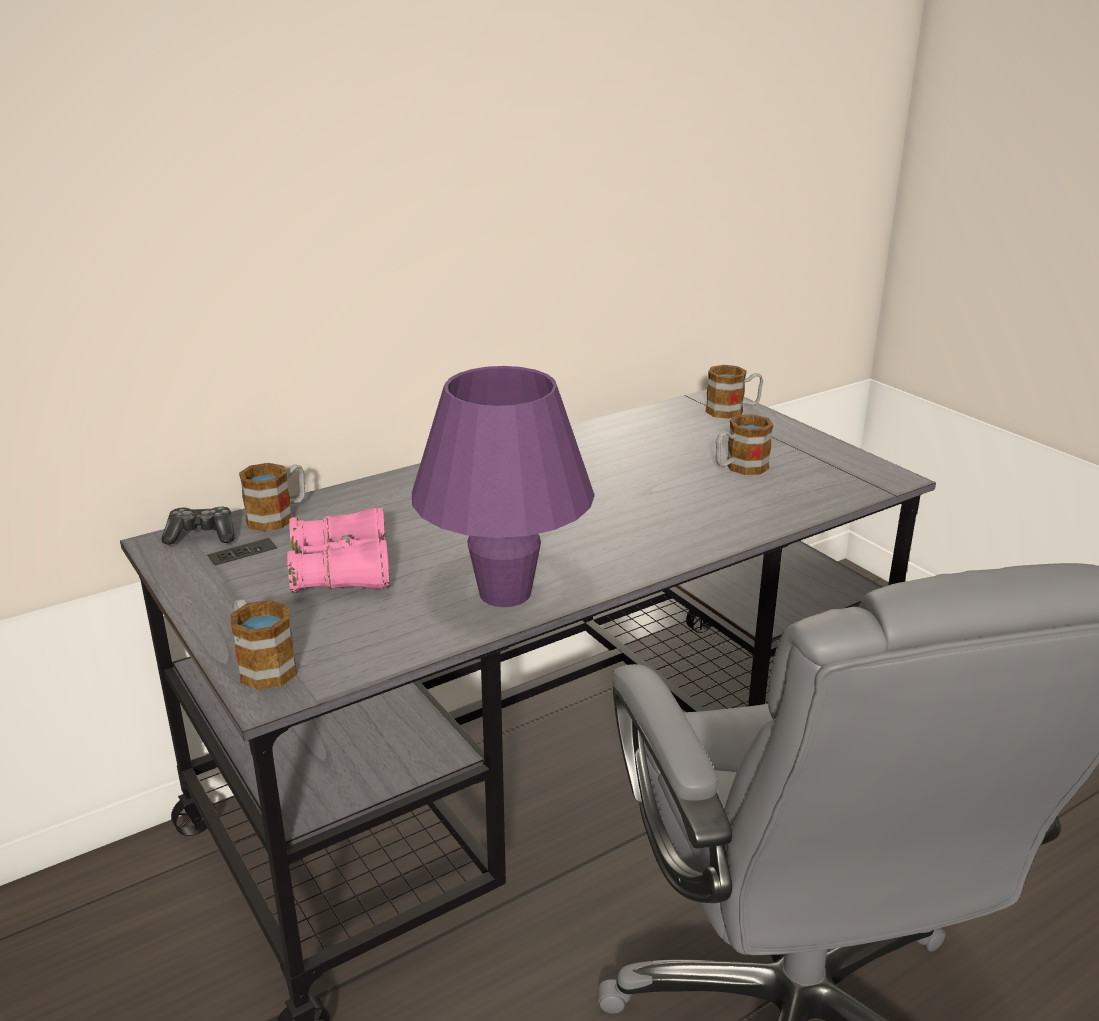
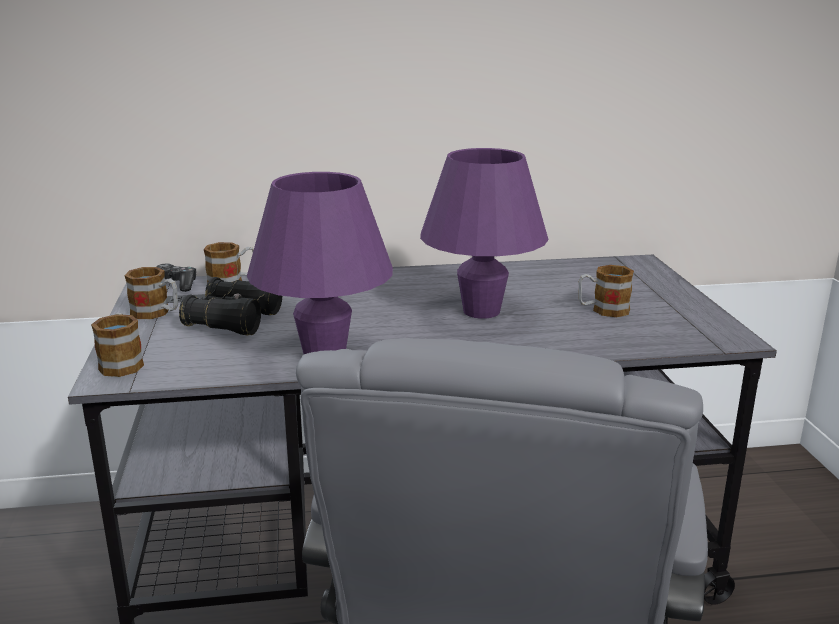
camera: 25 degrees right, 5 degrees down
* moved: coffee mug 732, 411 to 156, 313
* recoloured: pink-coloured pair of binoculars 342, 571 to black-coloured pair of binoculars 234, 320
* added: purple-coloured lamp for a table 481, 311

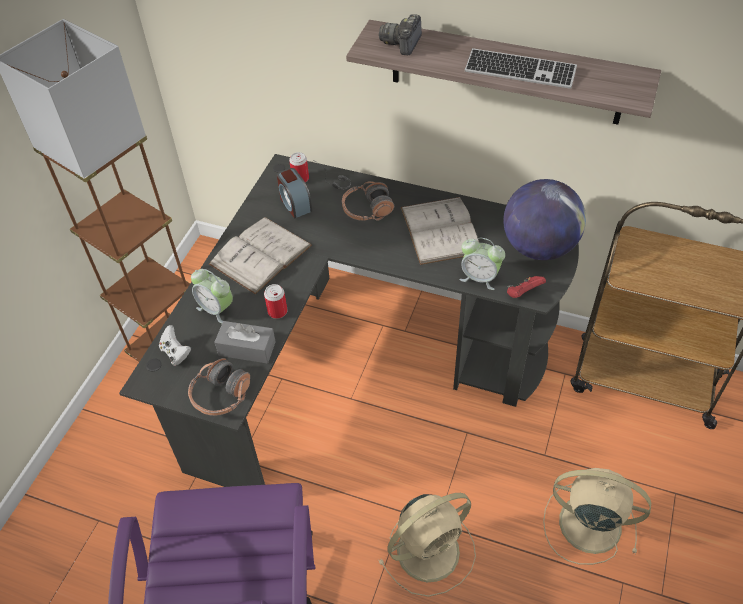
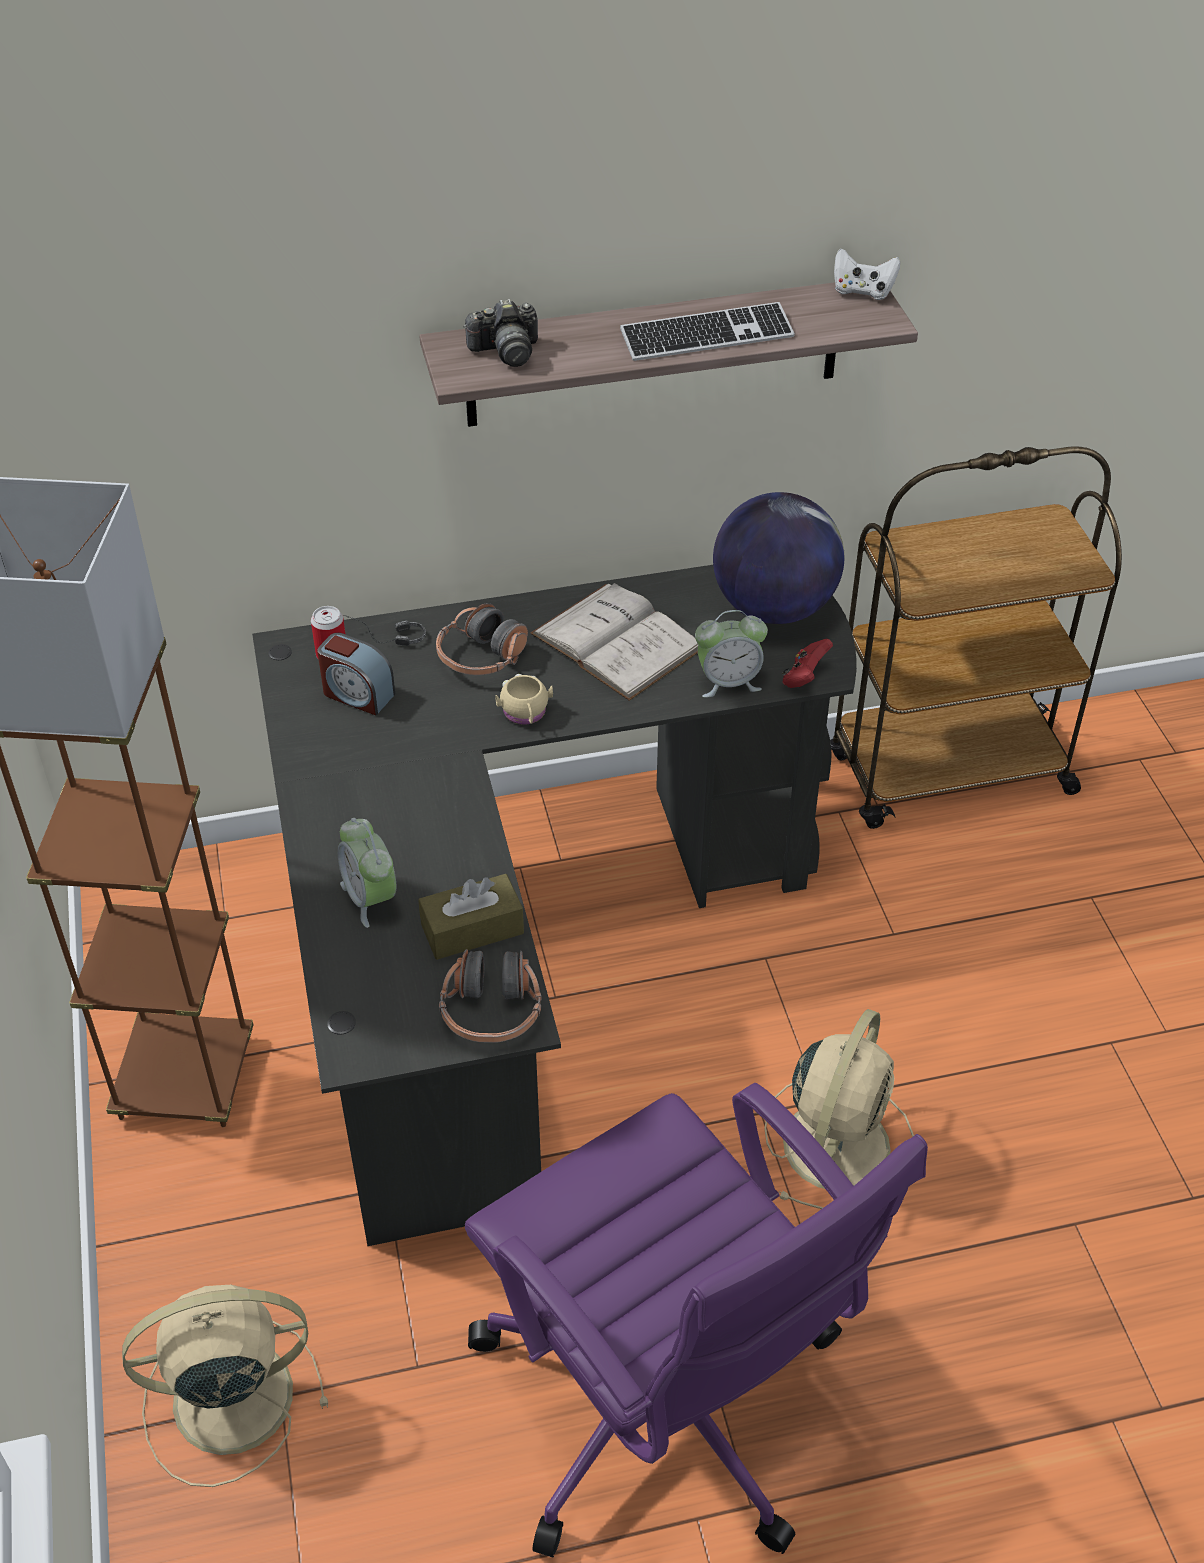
camera: 35 degrees left, 5 degrees down
* turned: still camera 402, 43 = 506, 351 90 degrees counterclockwise
* removed: white volume 260, 254
* turned: table clock 216, 309 = 370, 898 60 degrees clockwise
* removed: can 277, 311
* recoloured: greyish tissue holder 247, 348 to brownish tissue holder 472, 929
* moved: white gamepad 176, 353 to 862, 291
* moved: sand-coloured cooling fan 587, 523 to 227, 1398
* added: sand-coloured coffee mug 525, 714

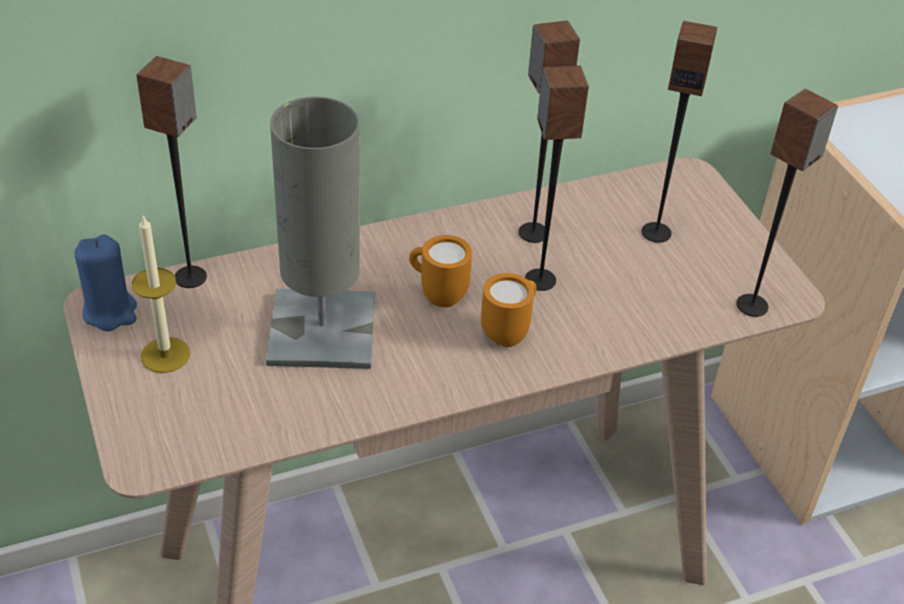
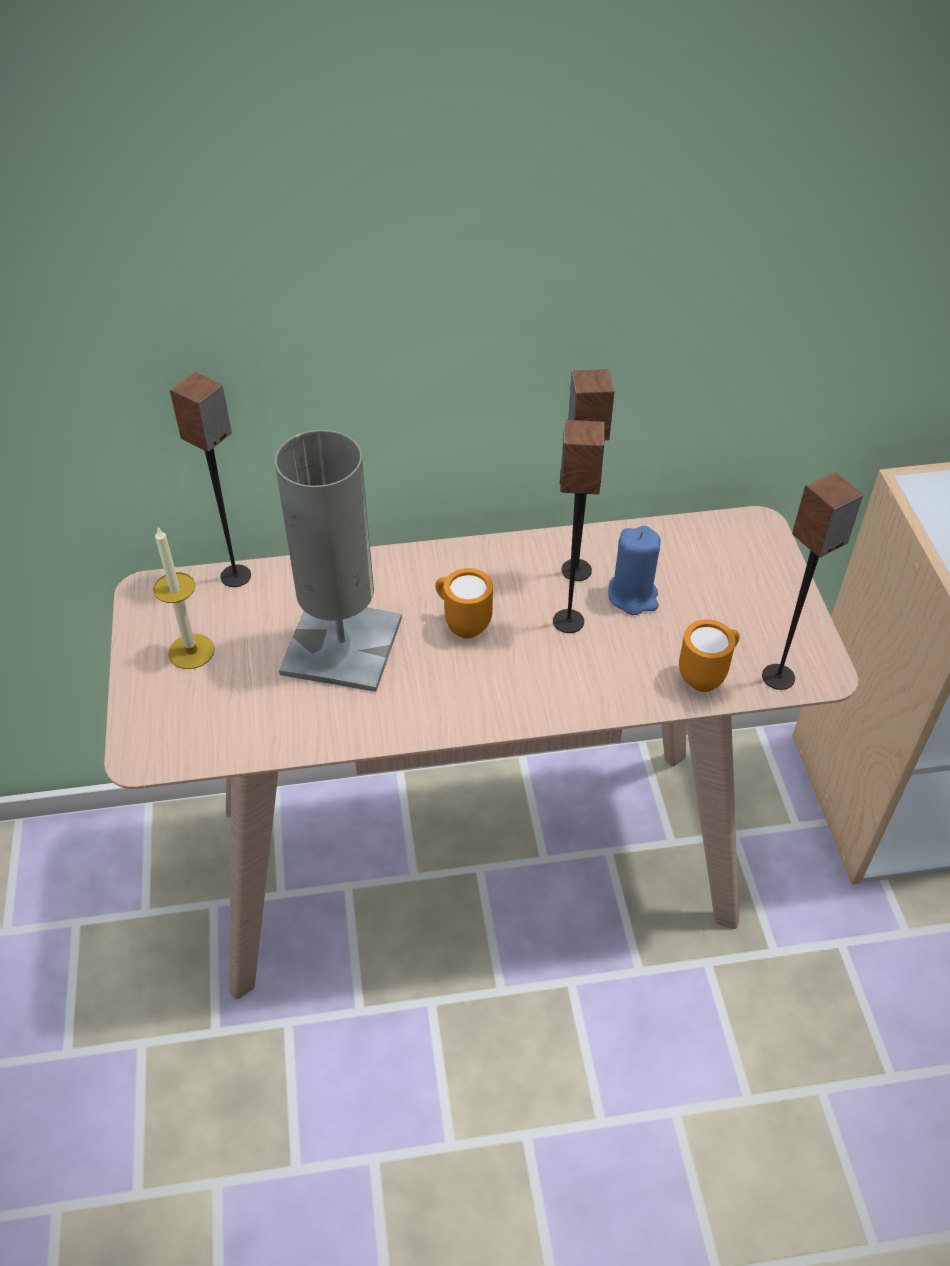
camera: 15 degrees right, 5 degrees up
* removed: speaker 656, 232
* moved: blue-coloured candle 110, 312 to 633, 596
* moved: orange coffee mug 509, 332 to 706, 676

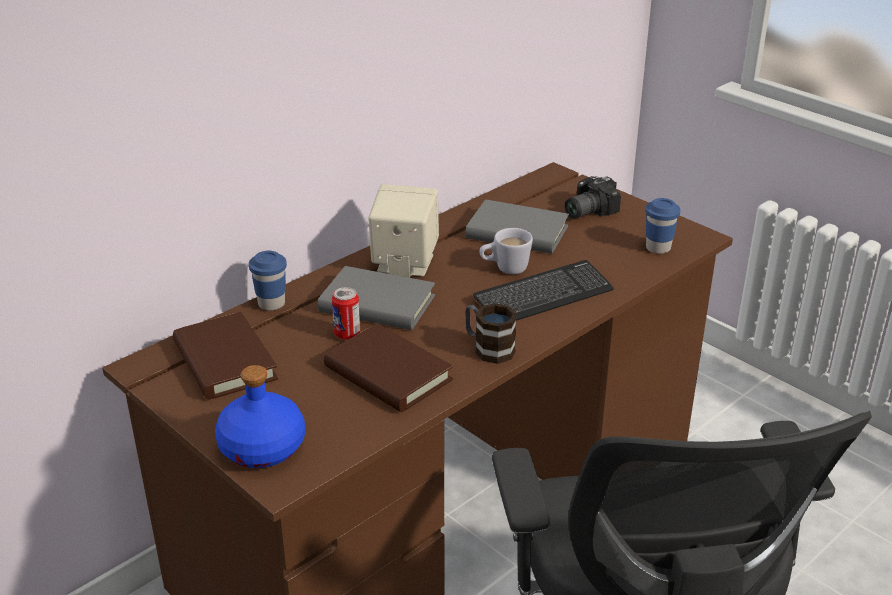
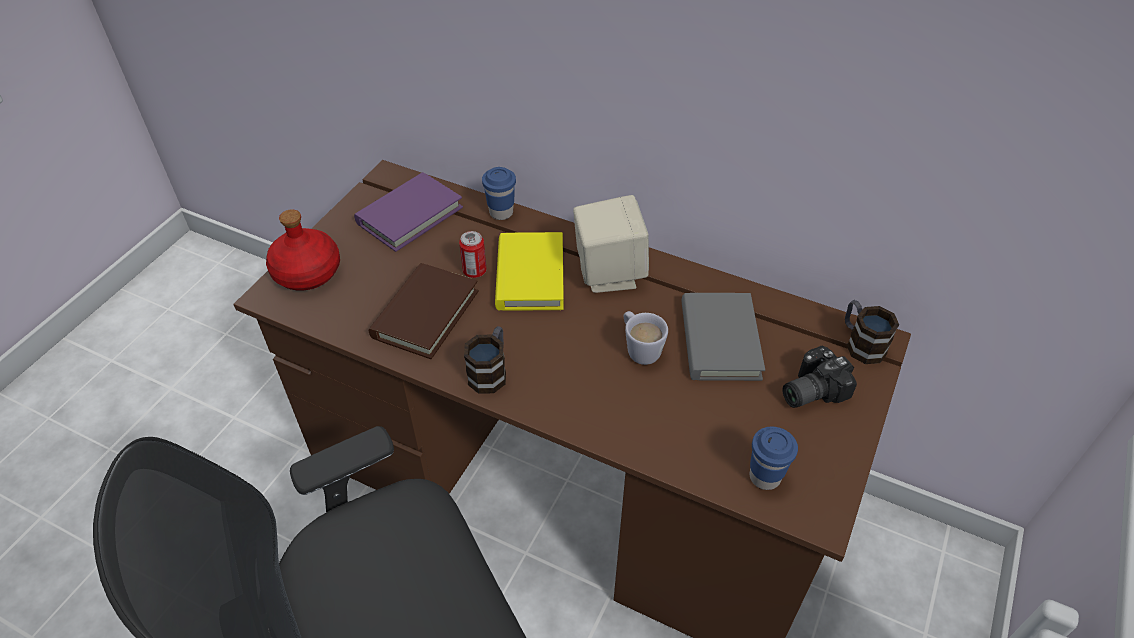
camera: 70 degrees right, 15 degrees up
* turned: still camera 586, 211 = 809, 389 60 degrees counterclockwise
* removed: computer keyboard 543, 295
* recoloured: greyish volume 377, 304 to yellowish volume 530, 275
* recoloured: brownish volume 224, 361 to purple-coloured volume 410, 215
* recoloured: blue-coloured drink bottle 262, 448 to red drink bottle 306, 272
* added: coffee mug 860, 343

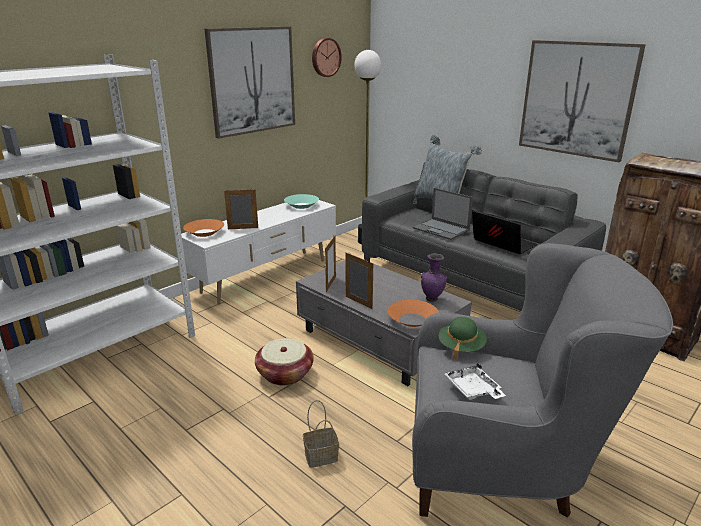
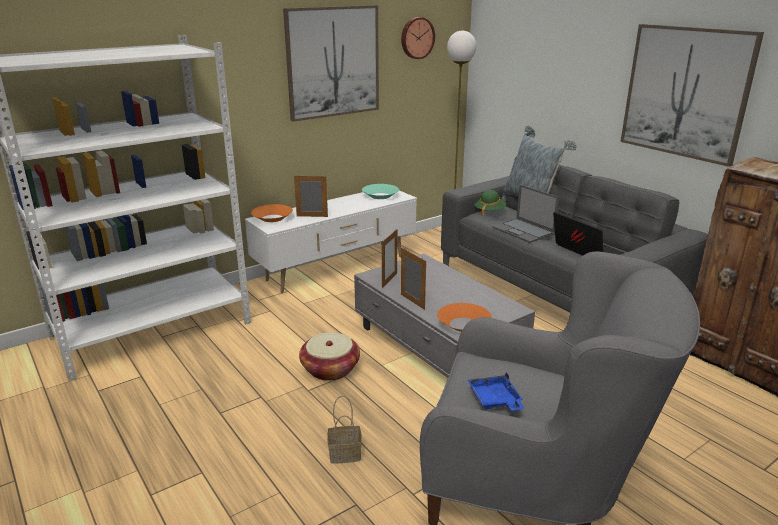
camera: 10 degrees right, 0 degrees up
* removed: purple-coloured flower vase 432, 299
* moved: green-coloured clothing hat 461, 347 to 489, 211
* recoloured: white carrying tray 473, 390 to blue-coloured carrying tray 495, 400

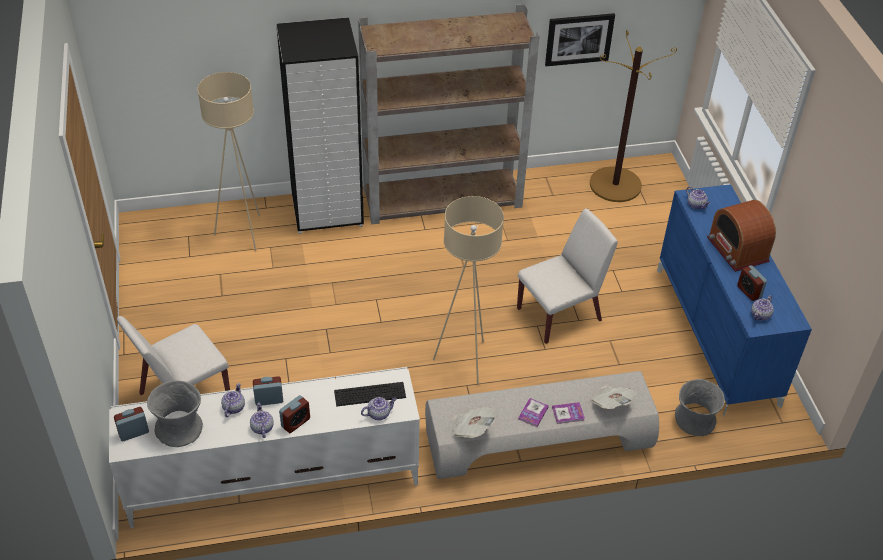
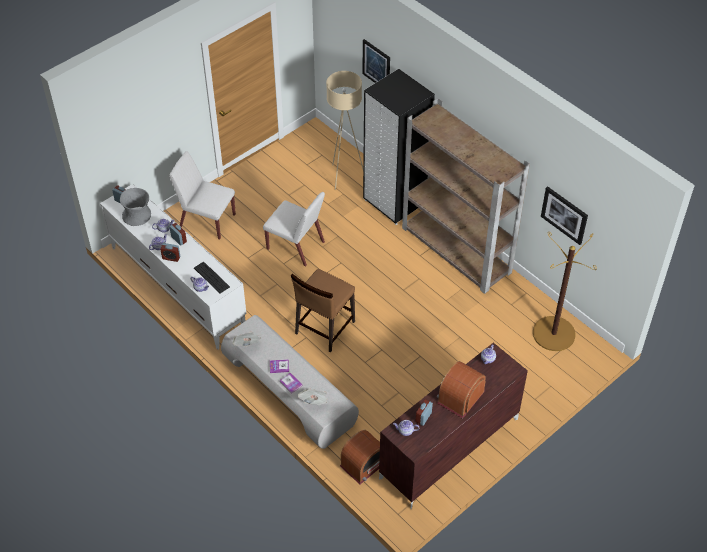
camera: 60 degrees right, 5 degrees up
* recoloured: blue-coloured chest of drawers 716, 335 to brownish chest of drawers 449, 448
* replaced: sand-coloured standing lamp 465, 361 to brownish chair 324, 328
* moved: white chair 560, 314 to 296, 246
* replaced: greyish flower vase 694, 420 to radio 364, 464
* added: picture 376, 65

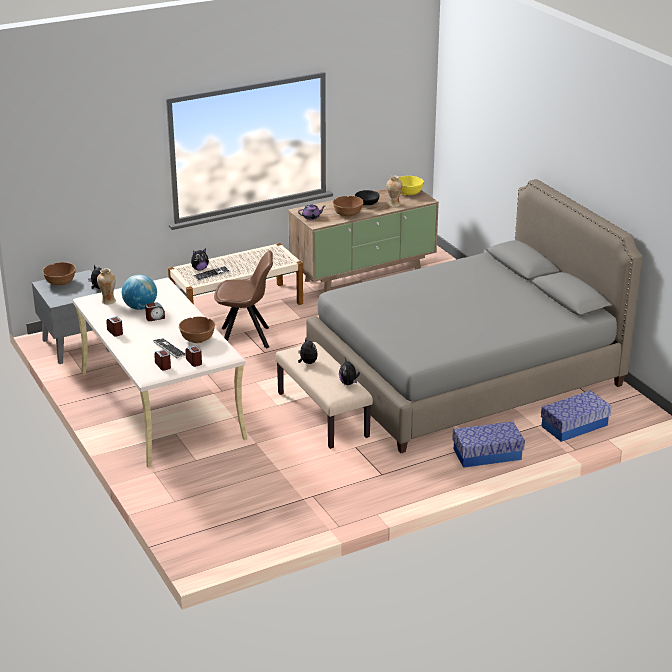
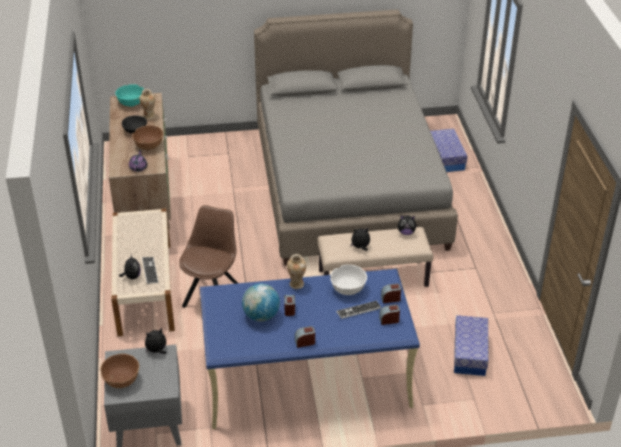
camera: 70 degrees left, 10 degrees up
* recoloured: yellowish serving bowl 408, 193 to turquoise serving bowl 131, 103
* moved: flower vase 108, 301 to 296, 284
* recoloured: sand-coloured desk 160, 404 to blue-coloured desk 305, 378
* recoloured: brownish serving bowl 197, 339 to white serving bowl 348, 289
* moved: storage bin 487, 454 to 469, 353

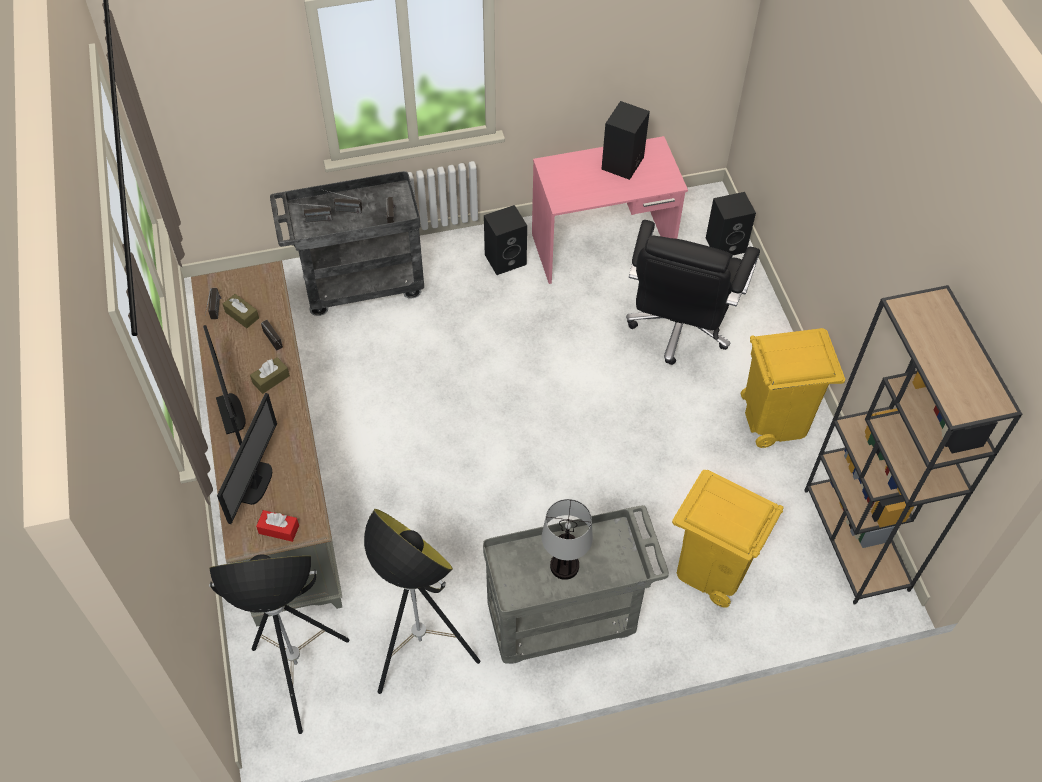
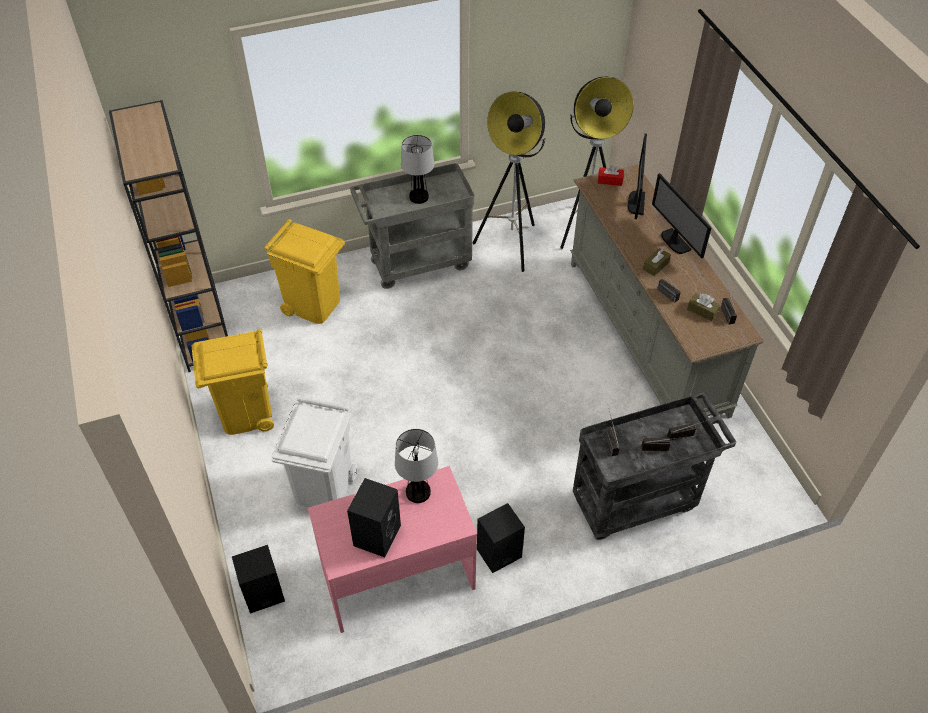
camera: 175 degrees right, 5 degrees down
* replaced: black-coloured desk chair 678, 331 to white trash can 323, 487
* added: lamp for a table 418, 492

